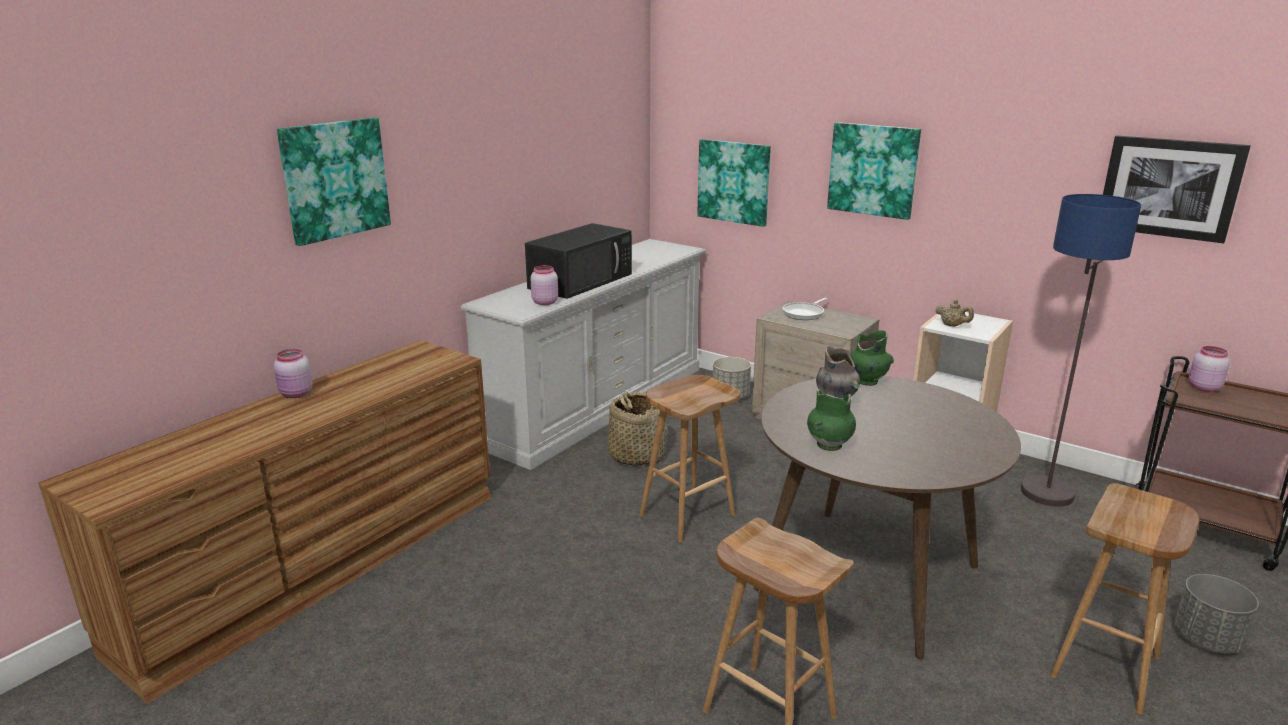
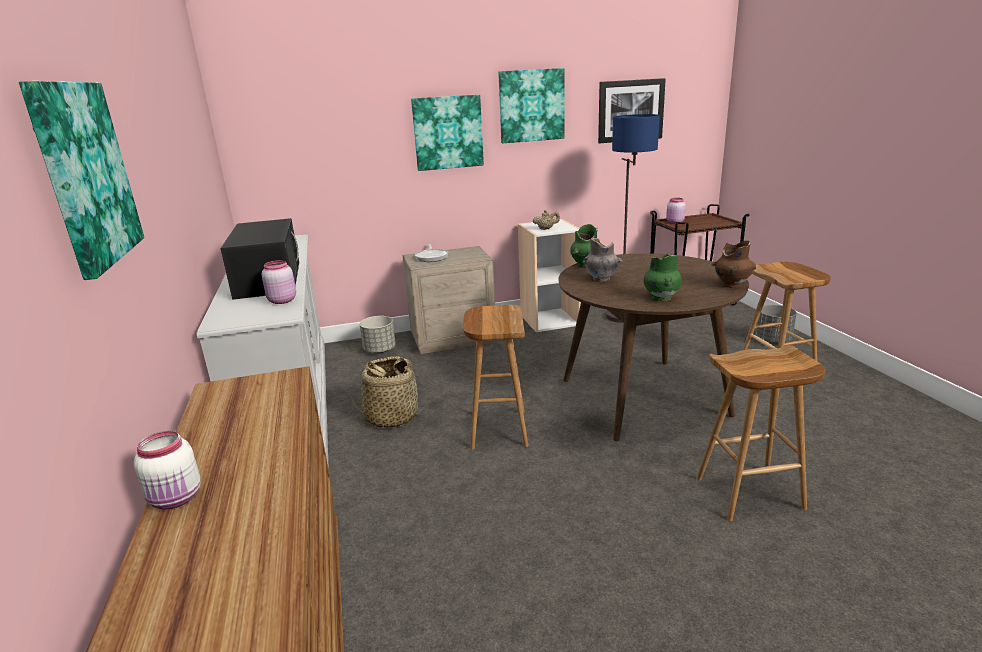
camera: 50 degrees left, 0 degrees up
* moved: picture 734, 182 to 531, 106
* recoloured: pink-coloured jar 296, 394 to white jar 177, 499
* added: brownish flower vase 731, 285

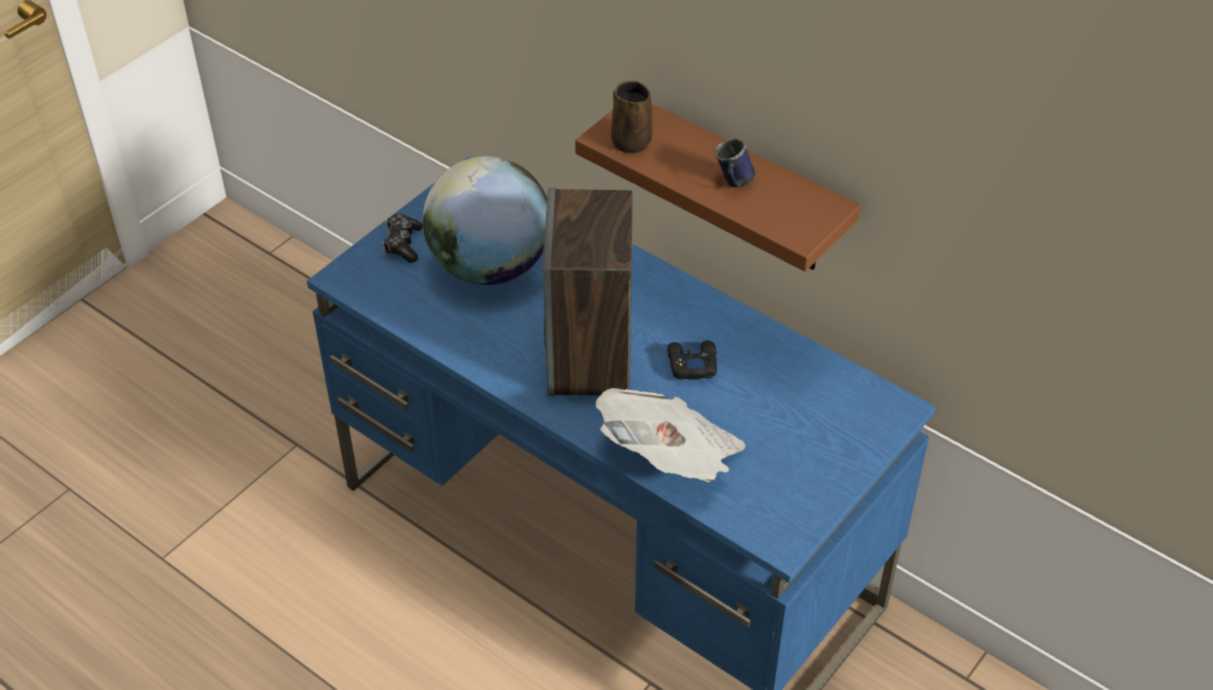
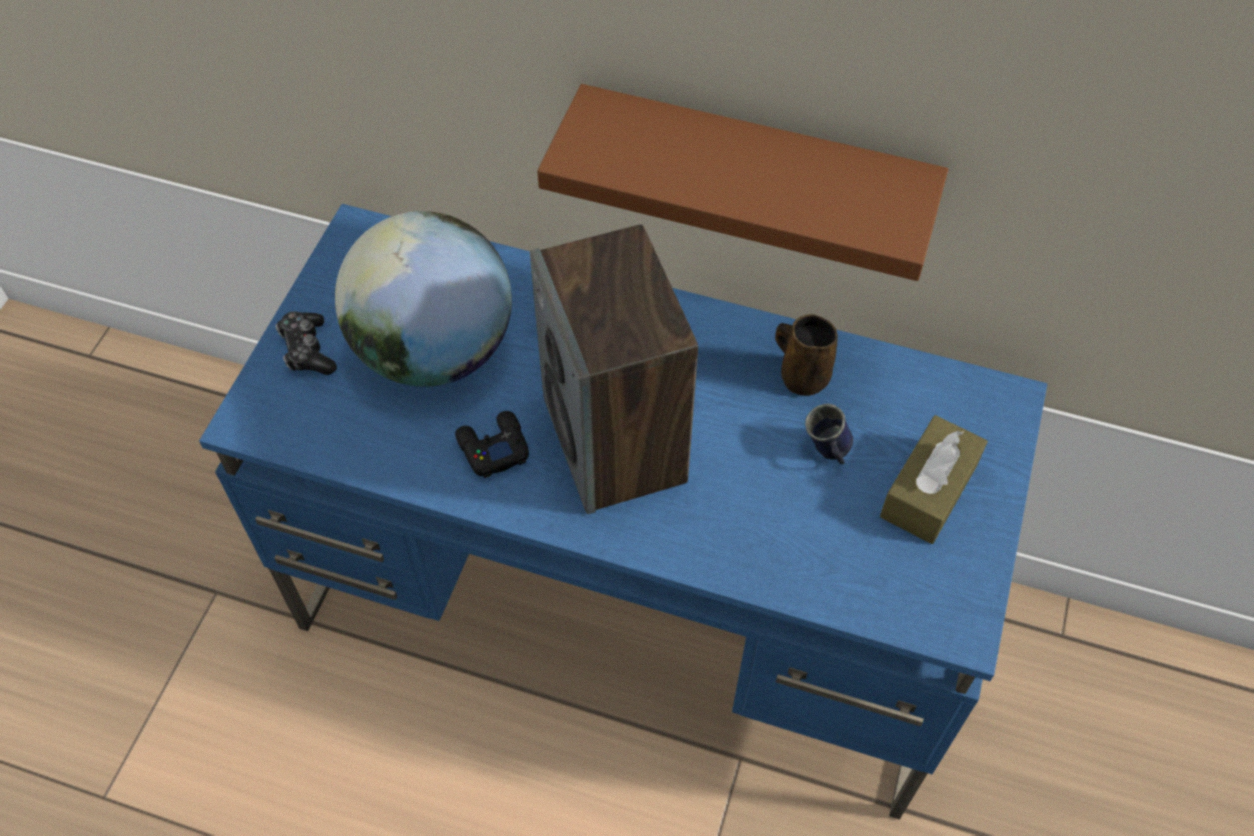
camera: 20 degrees left, 10 degrees up
* moved: brownish coffee mug 630, 140 to 802, 376
* moved: blue-coloured coffee mug 733, 184 to 827, 453
* moved: black-coloured gamepad 691, 363 to 492, 447
* removed: newspaper 671, 458
* added: brownish tissue holder 928, 491

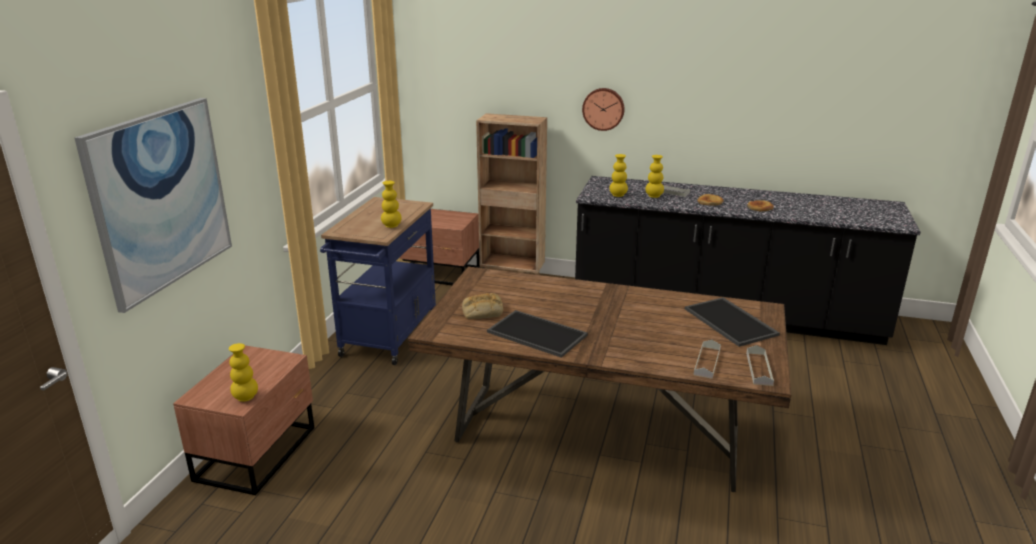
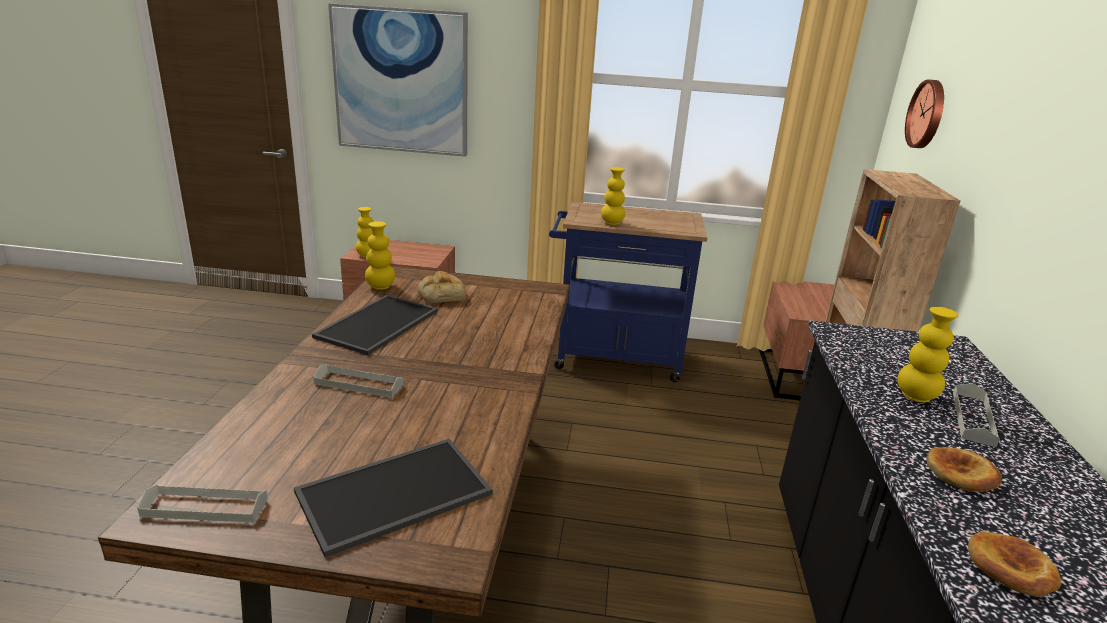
camera: 80 degrees right, 0 degrees up
* moved: clock on the wall 603, 109 to 927, 114
* moved: yellowish flower vase 618, 195 to 380, 287
* moved: greyish carrying tray 707, 362 to 358, 384

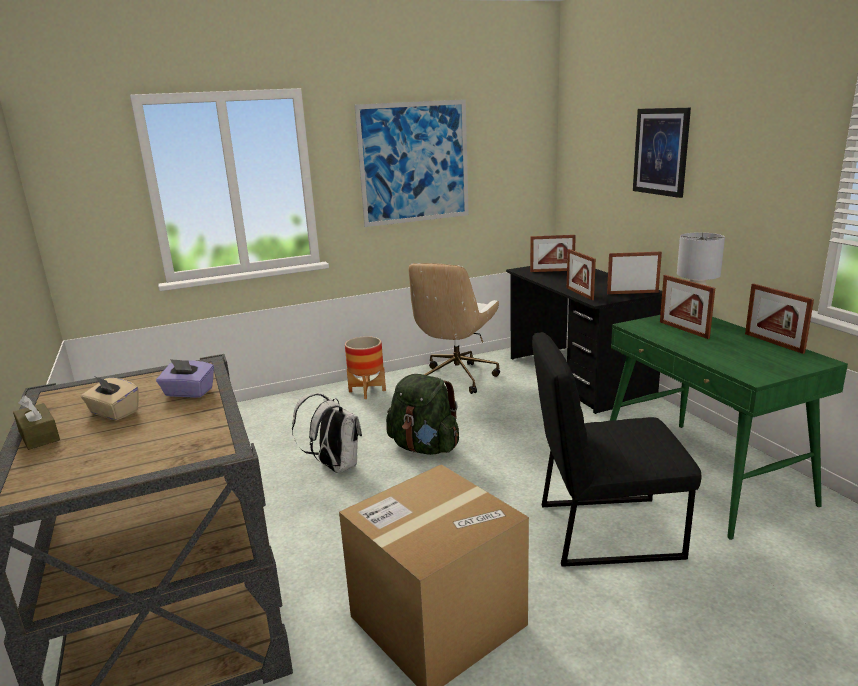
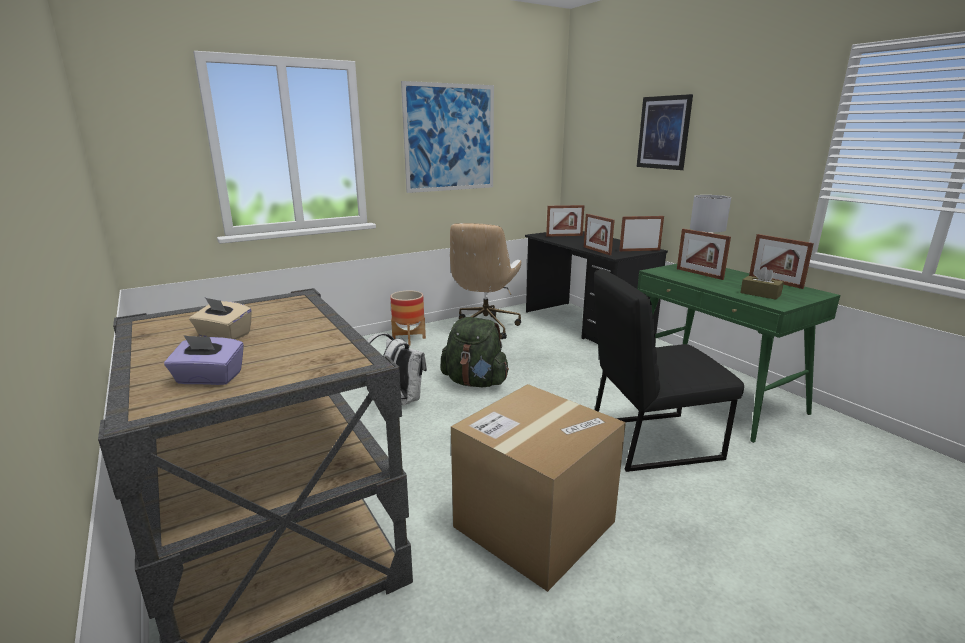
camera: 10 degrees left, 0 degrees up
* moved: purple-coloured tissue holder 188, 393 to 209, 378
* moved: brownish tissue holder 39, 436 to 760, 294

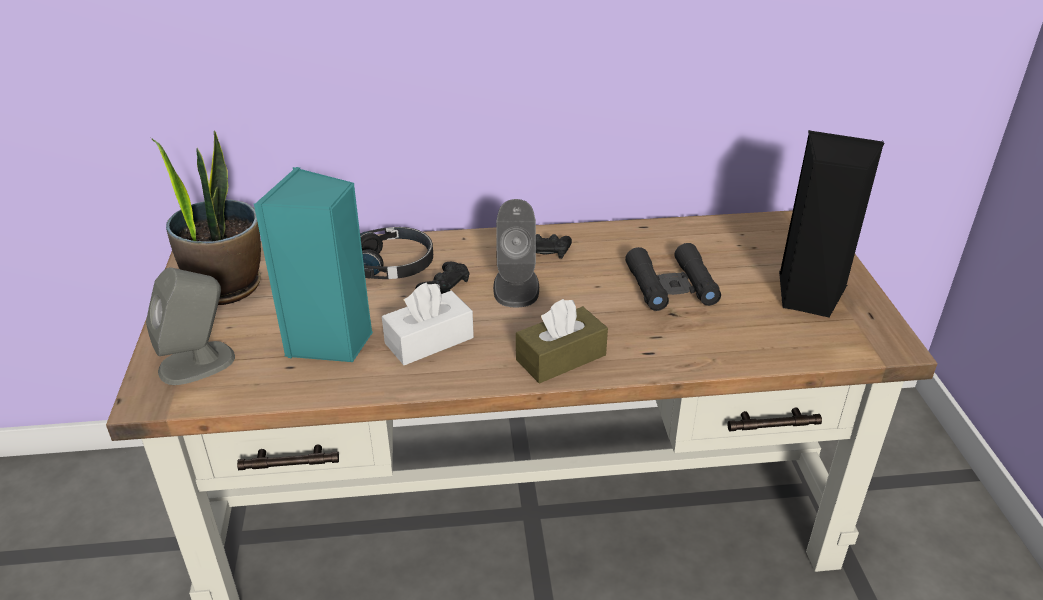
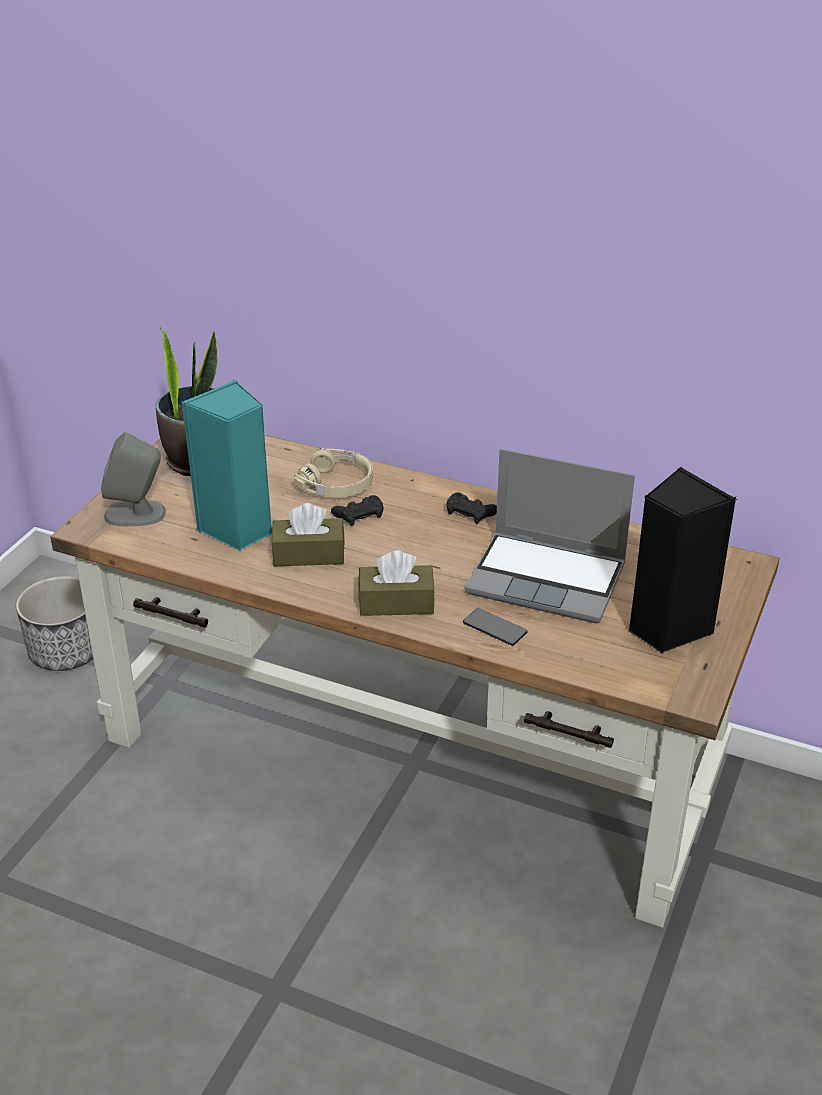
camera: 30 degrees right, 0 degrees up
* removed: greyish speaker 516, 287
* recoloured: black-coloured pair of headphones 395, 263 to sand-coloured pair of headphones 337, 483
* replaced: black-coloured pair of binoculars 671, 286 to notebook computer 548, 579
* recoloured: white tissue holder 429, 340 to brownish tissue holder 308, 554
* added: flower pot 66, 651
* added: phone 495, 628

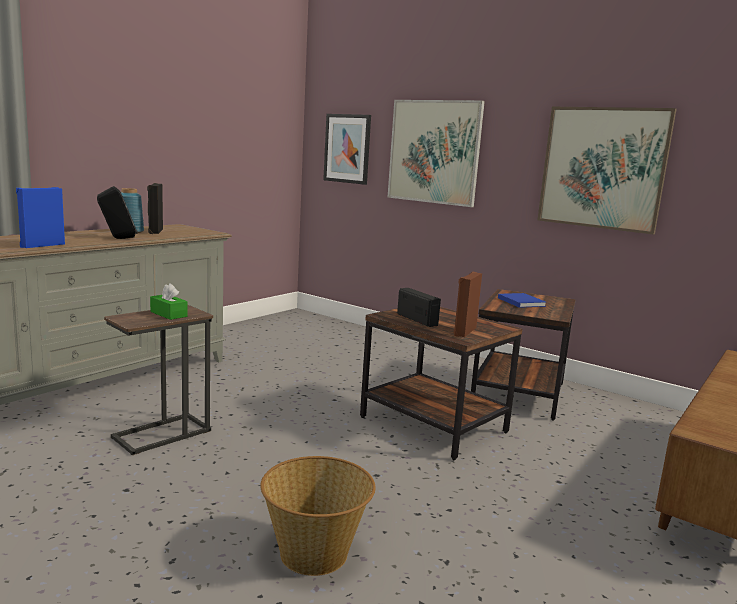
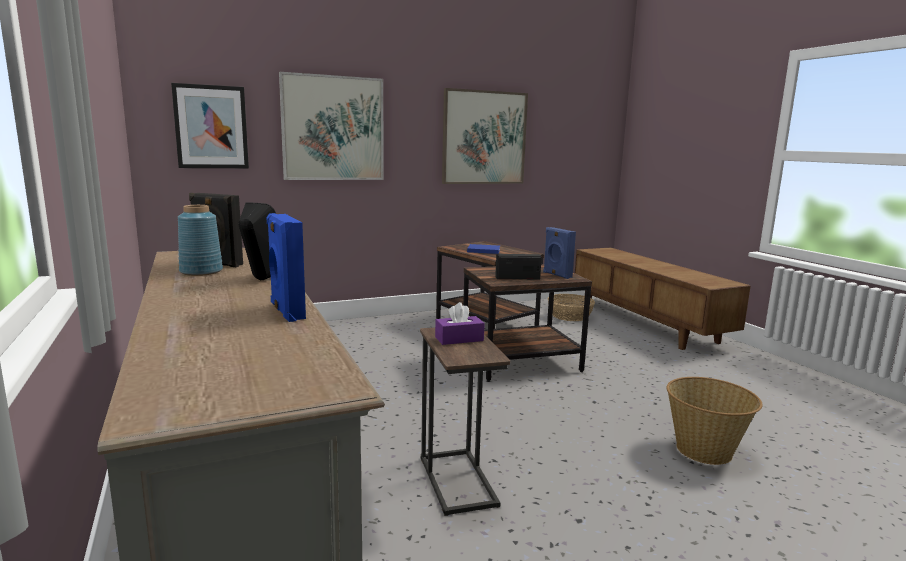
camera: 60 degrees left, 0 degrees up
* recoloured: brownish speaker 464, 331 to blue-coloured speaker 556, 275
* recoloured: green-coloured tissue holder 168, 314 to purple-coloured tissue holder 459, 339
* added: household basket 570, 316

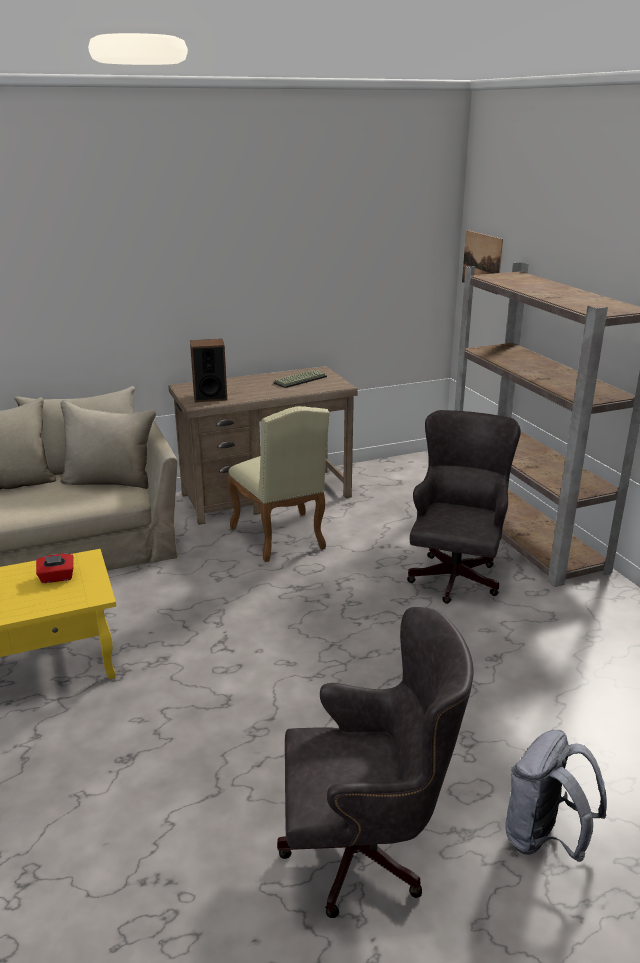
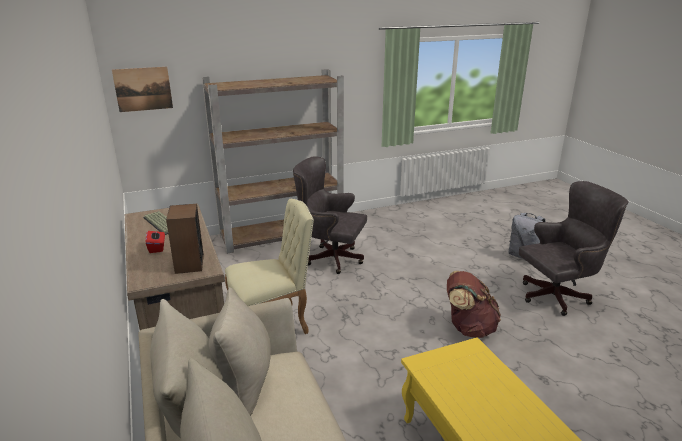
camera: 90 degrees left, 0 degrees up
* moved: red tissue holder 57, 578 to 157, 248
* turned: greyish desk chair 364, 853 = 557, 296 75 degrees clockwise
* added: brownish rucksack 468, 328

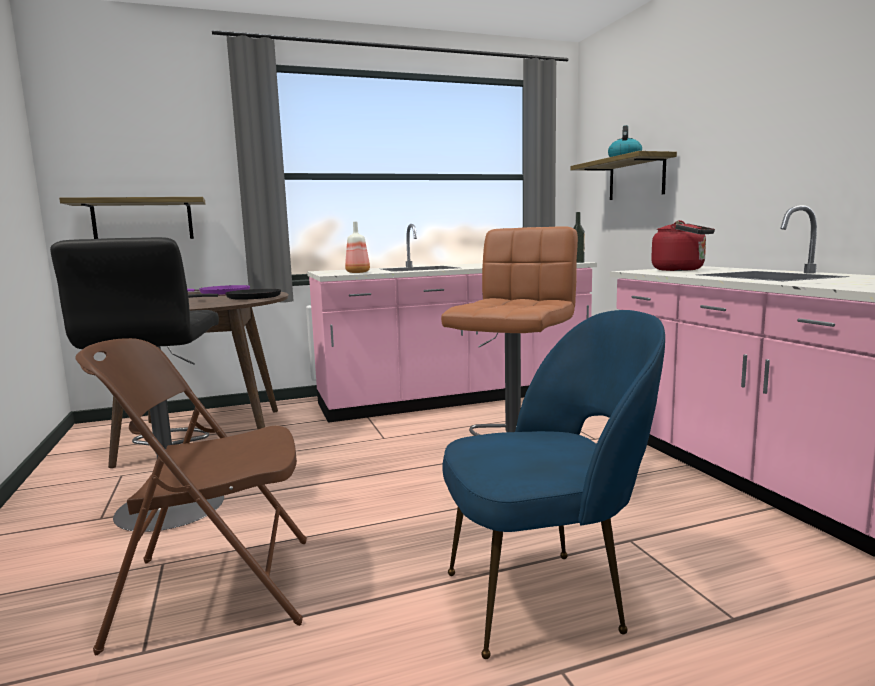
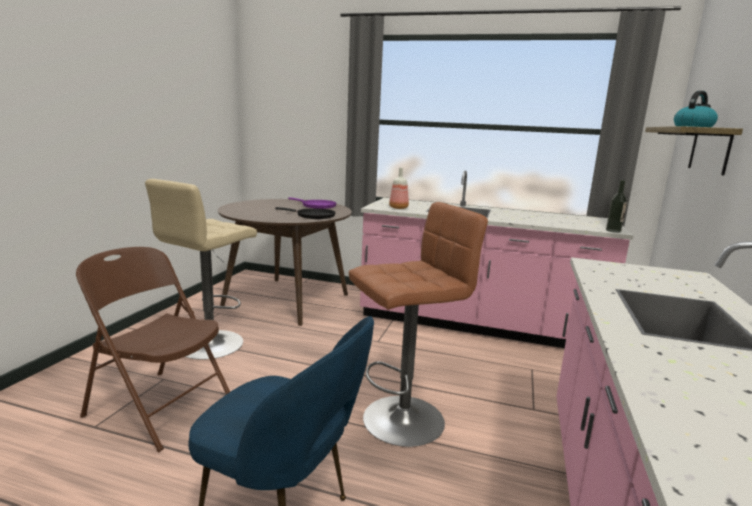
camera: 35 degrees right, 5 degrees up
* removed: bracket shelf 143, 220
* removed: red water kettle 681, 270
* recoloured: black-coloured sitting stool 169, 508 to sand-coloured sitting stool 209, 344

